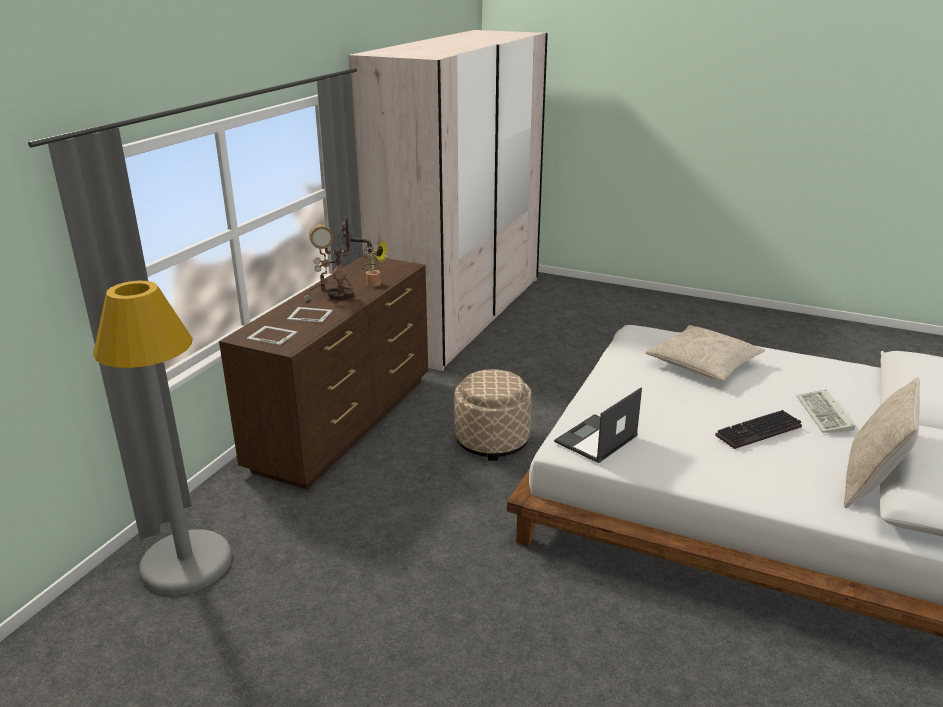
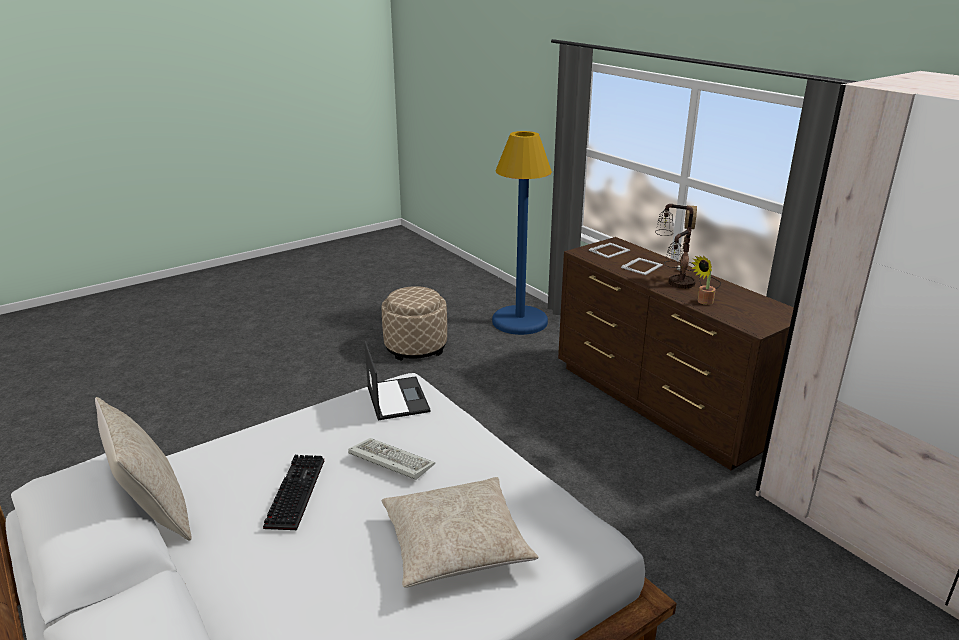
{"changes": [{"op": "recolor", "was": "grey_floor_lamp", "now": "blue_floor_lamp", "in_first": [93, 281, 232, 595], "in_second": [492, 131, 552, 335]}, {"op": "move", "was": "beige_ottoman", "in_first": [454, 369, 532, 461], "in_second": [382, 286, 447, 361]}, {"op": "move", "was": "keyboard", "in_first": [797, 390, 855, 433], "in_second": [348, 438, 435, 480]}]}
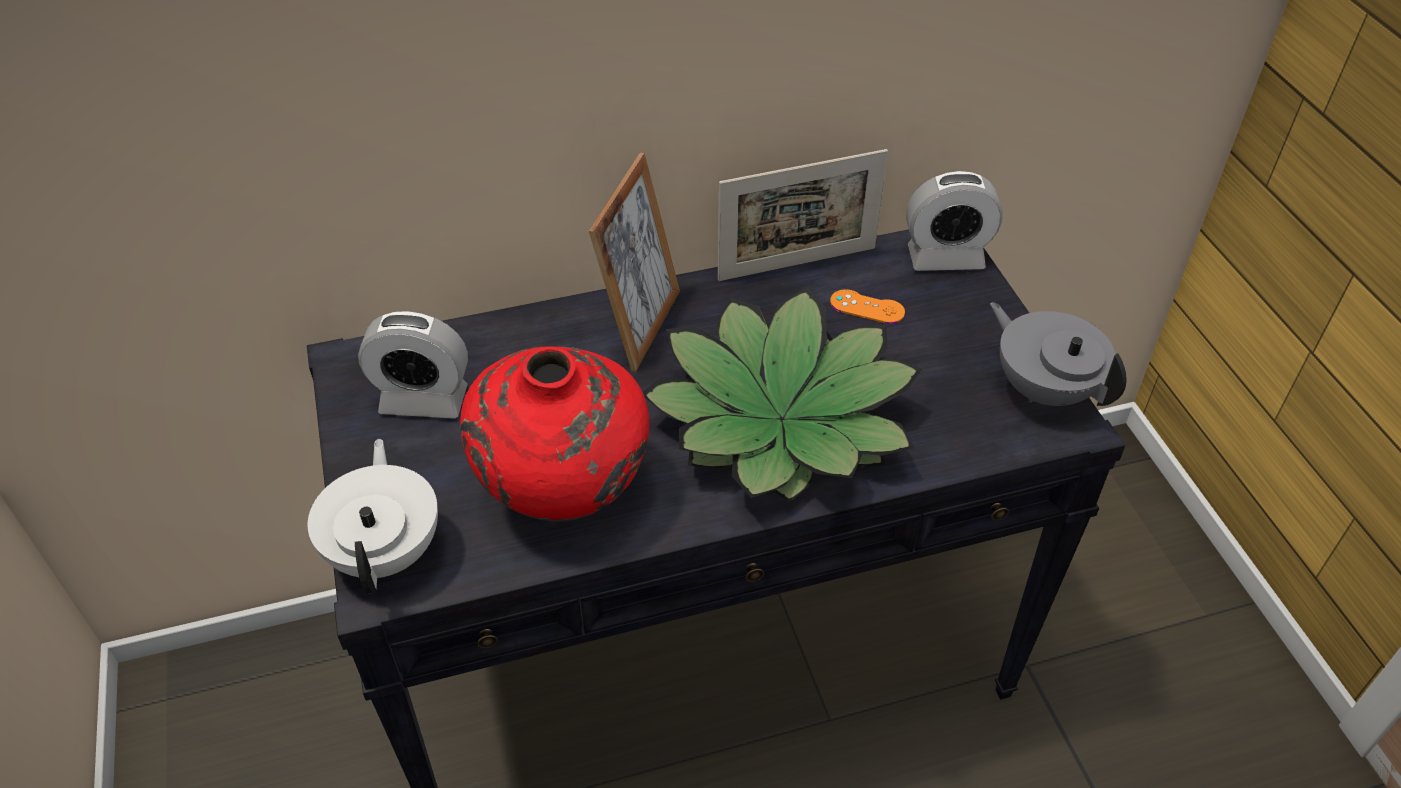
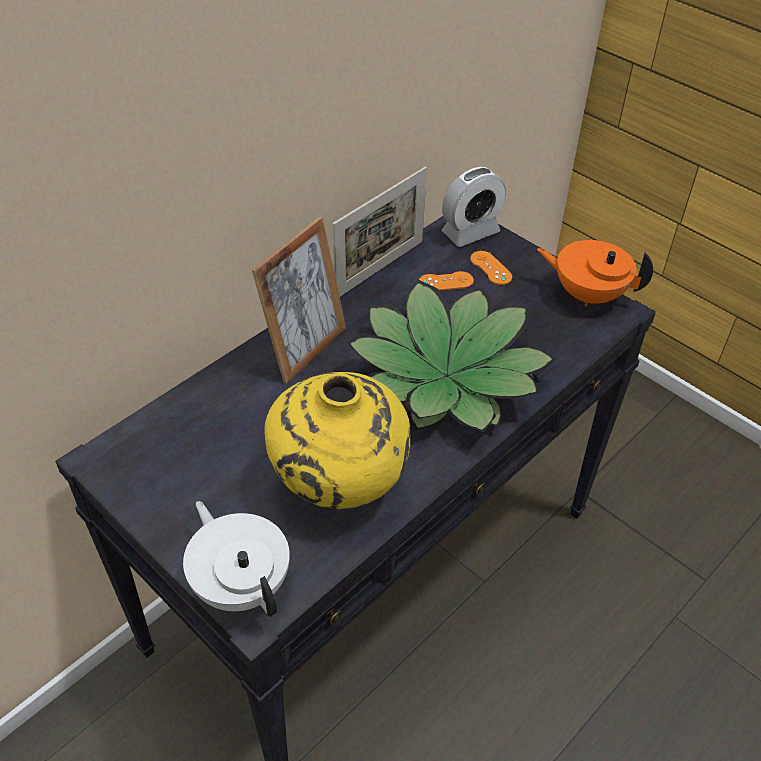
{"changes": [{"op": "rotate", "was": "picture_frame", "in_first": [589, 153, 680, 372], "in_second": [252, 217, 346, 384], "clockwise": 45}, {"op": "recolor", "was": "grey_teapot", "now": "orange_teapot", "in_first": [990, 302, 1127, 406], "in_second": [537, 240, 653, 307]}, {"op": "delete", "was": "alarm_clock", "in_first": [358, 311, 468, 418]}, {"op": "recolor", "was": "red_vase", "now": "yellow_vase", "in_first": [460, 346, 650, 522], "in_second": [264, 372, 411, 510]}, {"op": "insert", "now": "orange_game_controller", "in_second": [470, 251, 512, 285]}]}
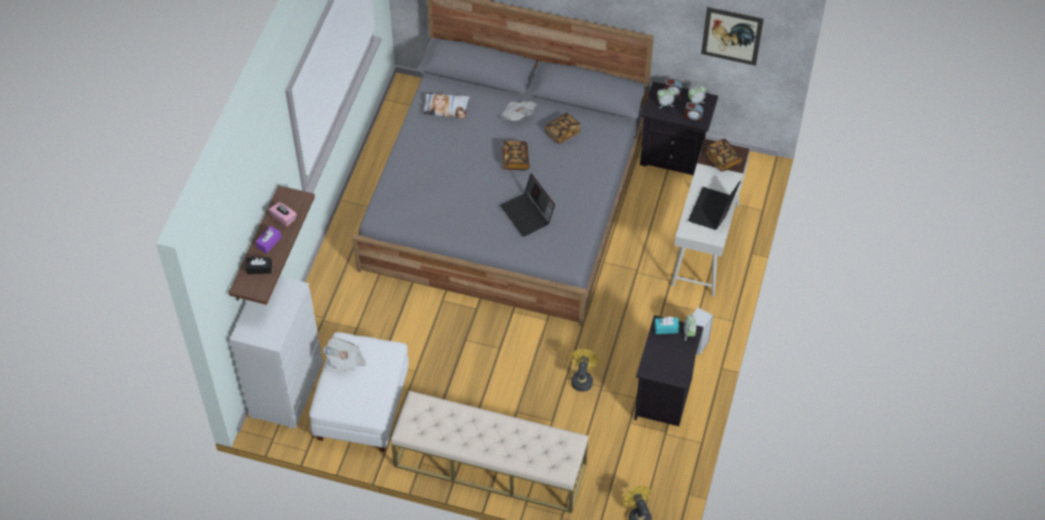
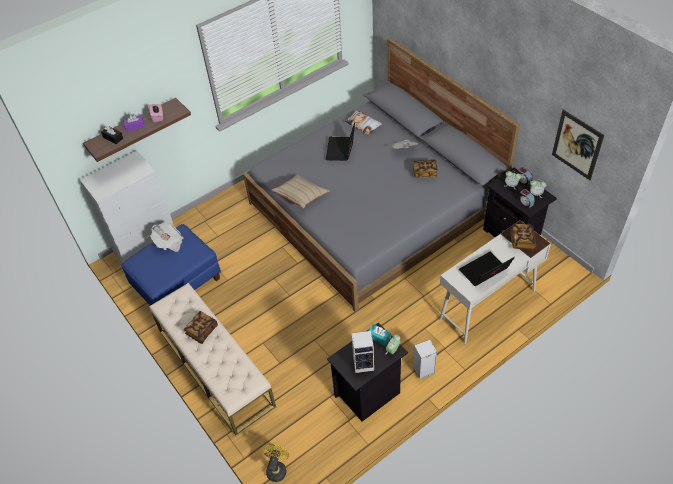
{"changes": [{"op": "move", "was": "book", "in_first": [502, 141, 530, 170], "in_second": [184, 311, 218, 344]}, {"op": "move", "was": "laptop", "in_first": [500, 174, 555, 237], "in_second": [326, 122, 355, 161]}, {"op": "recolor", "was": "white_ottoman", "now": "blue_ottoman", "in_first": [309, 332, 409, 452], "in_second": [121, 224, 221, 305]}, {"op": "delete", "was": "yellow_fan", "in_first": [570, 349, 599, 392]}, {"op": "insert", "now": "beige_pillow", "in_second": [272, 174, 330, 208]}, {"op": "insert", "now": "speaker", "in_second": [351, 331, 374, 373]}]}
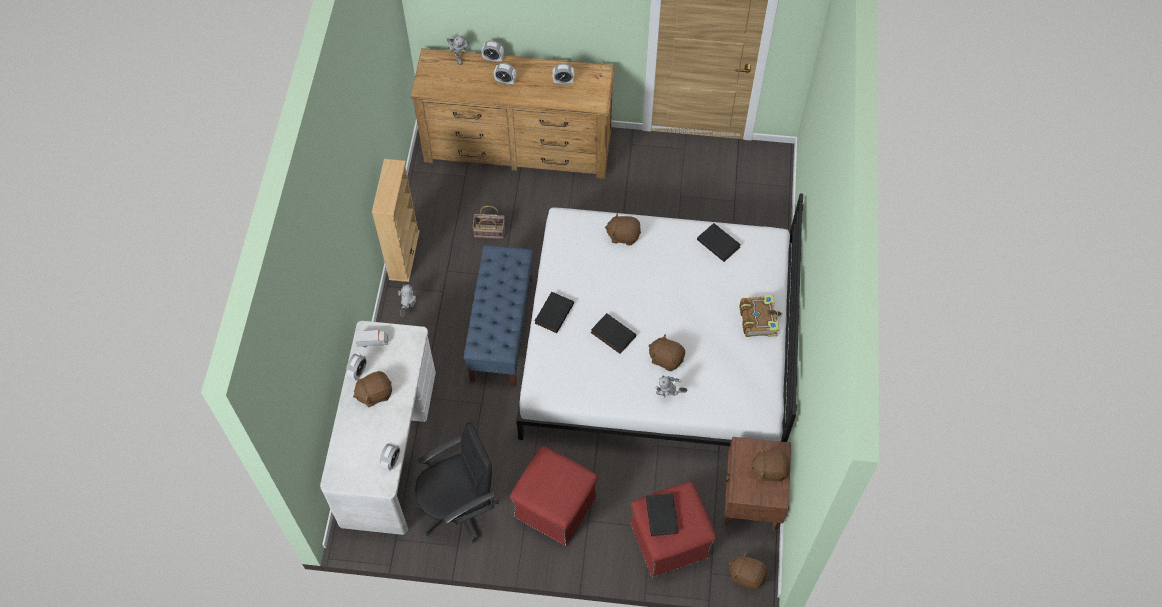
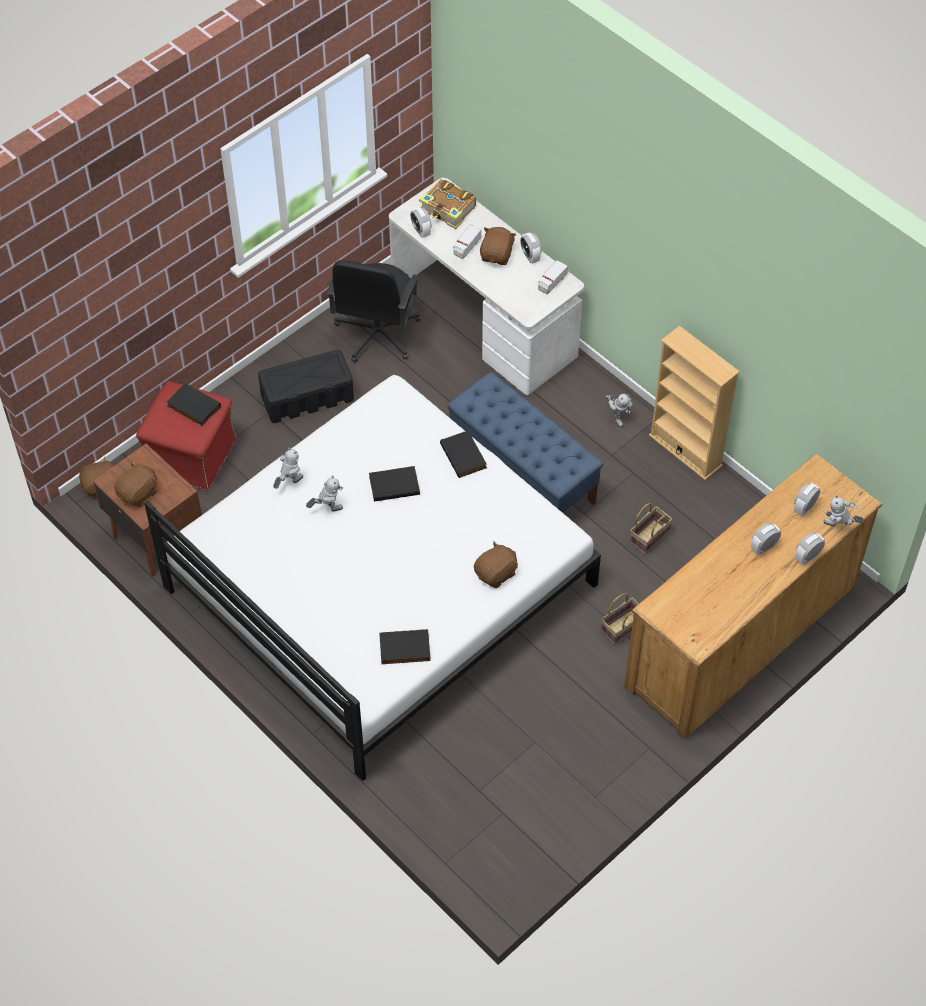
{"changes": [{"op": "move", "was": "alarm_clock", "in_first": [553, 63, 574, 84], "in_second": [794, 483, 820, 516]}, {"op": "move", "was": "book", "in_first": [739, 295, 783, 337], "in_second": [419, 179, 476, 229]}, {"op": "replace", "was": "brown_plush_toy", "now": "toy_robot", "in_first": [648, 334, 685, 371], "in_second": [306, 475, 343, 512]}, {"op": "replace", "was": "red_ottoman", "now": "black_storage_box", "in_first": [510, 446, 598, 546], "in_second": [258, 350, 354, 423]}, {"op": "insert", "now": "toy_truck", "in_second": [453, 225, 481, 259]}, {"op": "insert", "now": "basket", "in_second": [601, 593, 639, 645]}]}
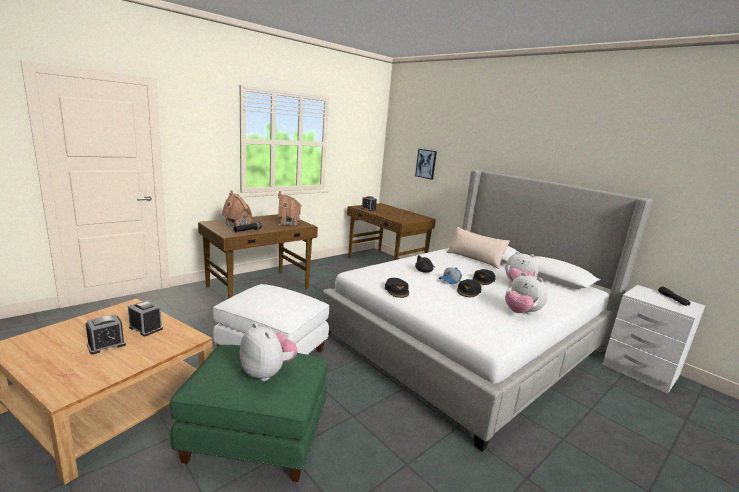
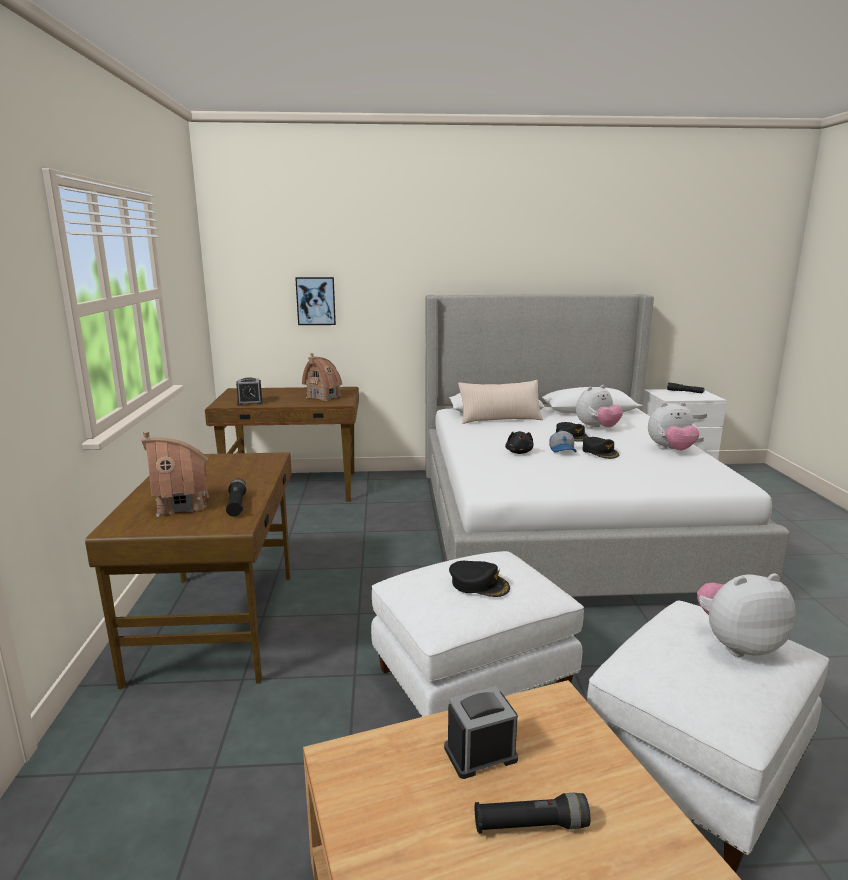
{"changes": [{"op": "move", "was": "toy_house", "in_first": [278, 191, 301, 226], "in_second": [302, 353, 342, 401]}, {"op": "move", "was": "black_cap", "in_first": [385, 278, 409, 298], "in_second": [449, 561, 510, 597]}, {"op": "replace", "was": "alarm_clock", "now": "black_flashlight", "in_first": [86, 314, 126, 355], "in_second": [475, 793, 590, 834]}, {"op": "recolor", "was": "green_ottoman", "now": "white_ottoman", "in_first": [170, 345, 328, 482], "in_second": [587, 600, 829, 873]}]}
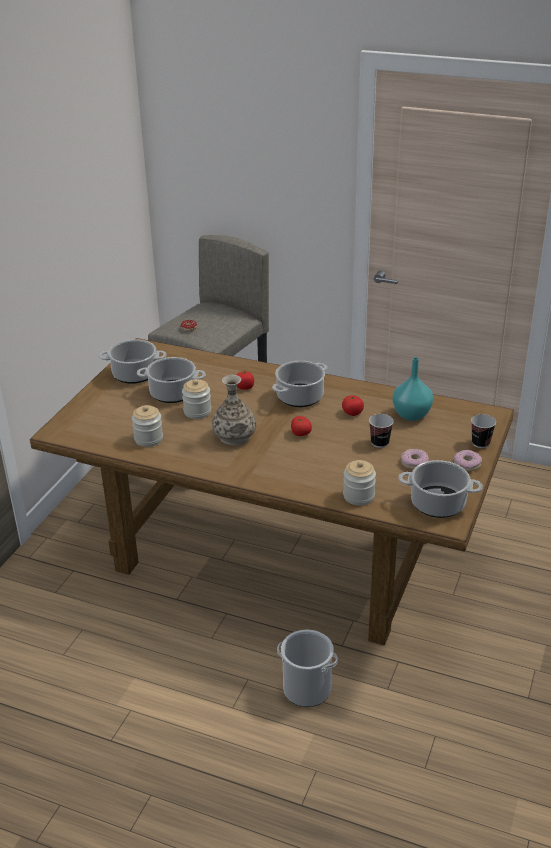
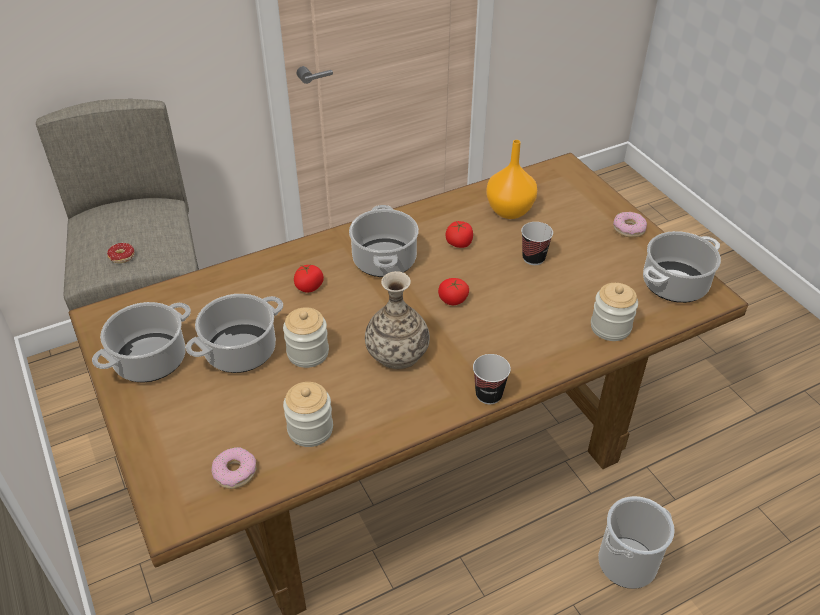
{"changes": [{"op": "recolor", "was": "turquoise_vase", "now": "orange_vase", "in_first": [393, 357, 433, 421], "in_second": [486, 140, 537, 219]}, {"op": "move", "was": "cup", "in_first": [471, 414, 496, 448], "in_second": [473, 354, 511, 404]}, {"op": "move", "was": "donut", "in_first": [401, 449, 429, 470], "in_second": [211, 447, 256, 489]}]}
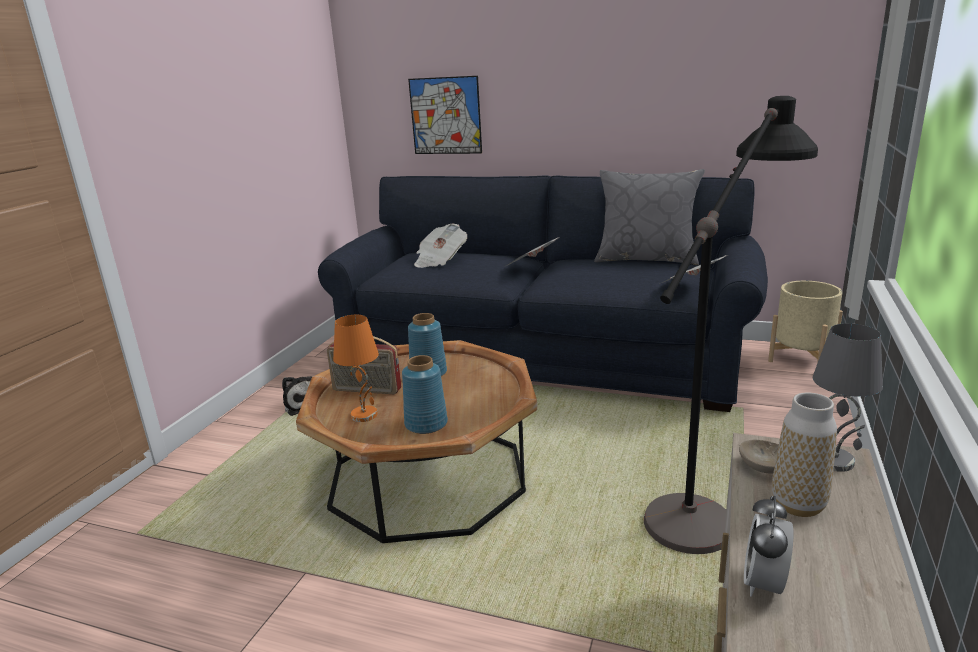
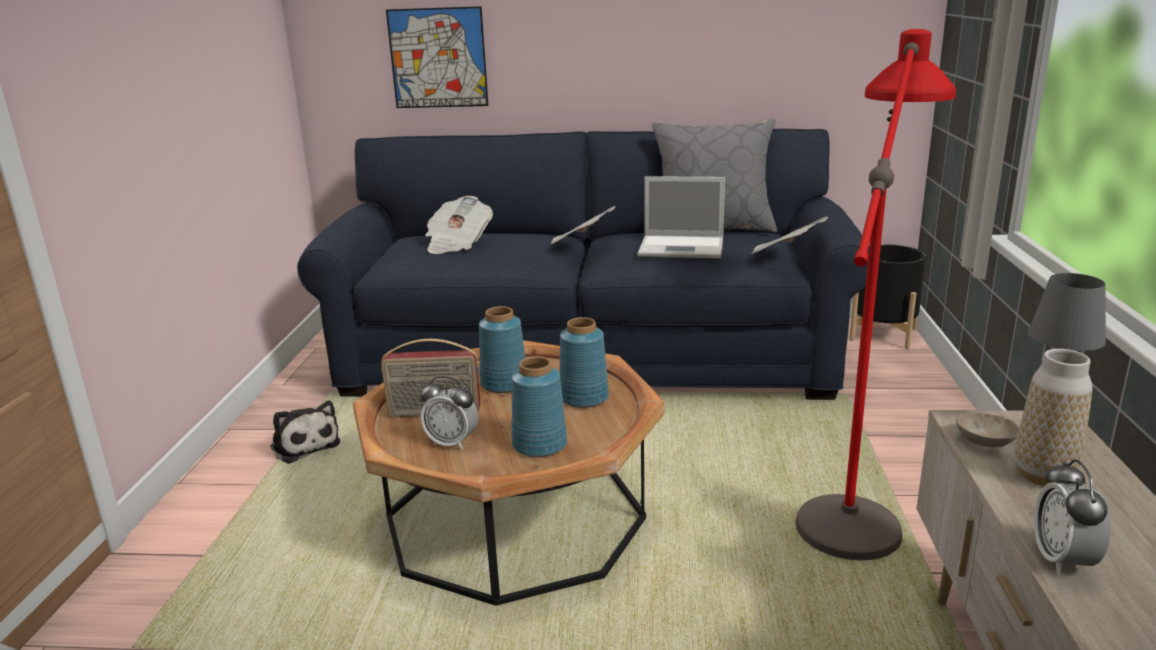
{"changes": [{"op": "recolor", "was": "black_floor_lamp", "now": "red_floor_lamp", "in_first": [644, 96, 818, 554], "in_second": [795, 29, 956, 560]}, {"op": "recolor", "was": "beige_planter", "now": "black_planter", "in_first": [768, 281, 843, 363], "in_second": [849, 244, 926, 349]}, {"op": "replace", "was": "orange_table_lamp", "now": "alarm_clock", "in_first": [333, 315, 379, 422], "in_second": [420, 376, 478, 450]}, {"op": "insert", "now": "laptop", "in_second": [637, 176, 725, 258]}, {"op": "insert", "now": "blue_vase", "in_second": [559, 317, 609, 408]}]}
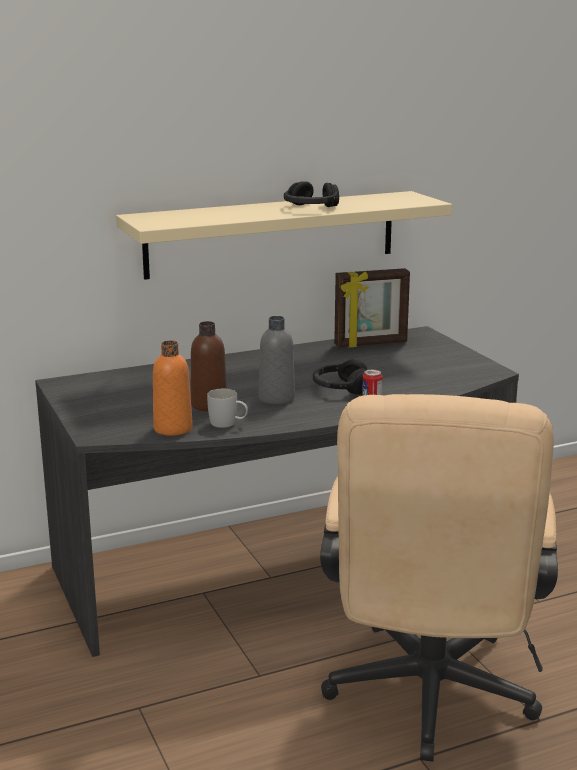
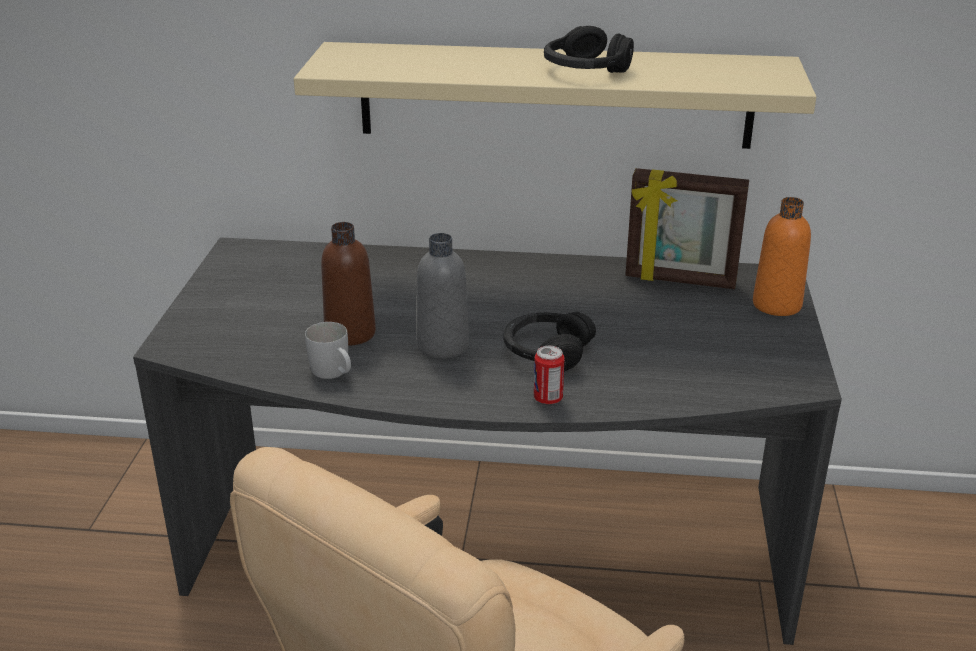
{"changes": [{"op": "move", "was": "orange_bottle", "in_first": [153, 341, 193, 436], "in_second": [753, 197, 811, 316]}]}
